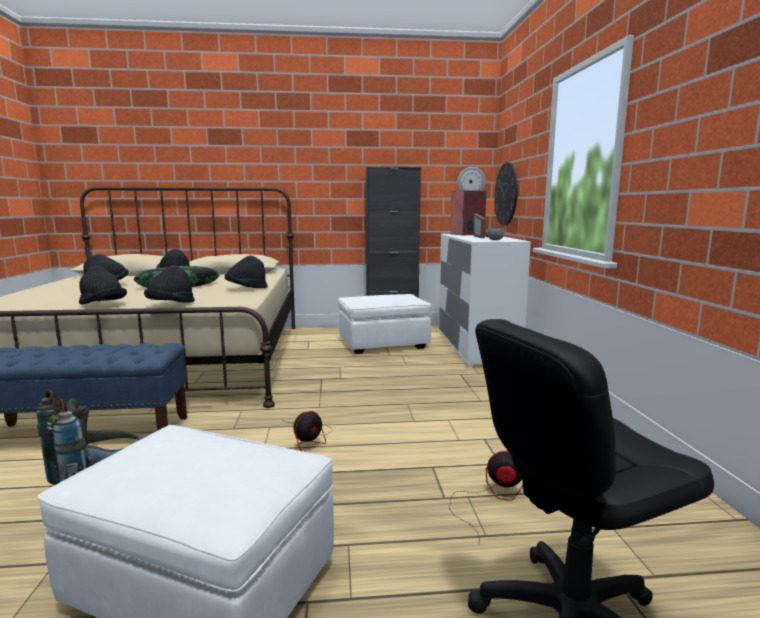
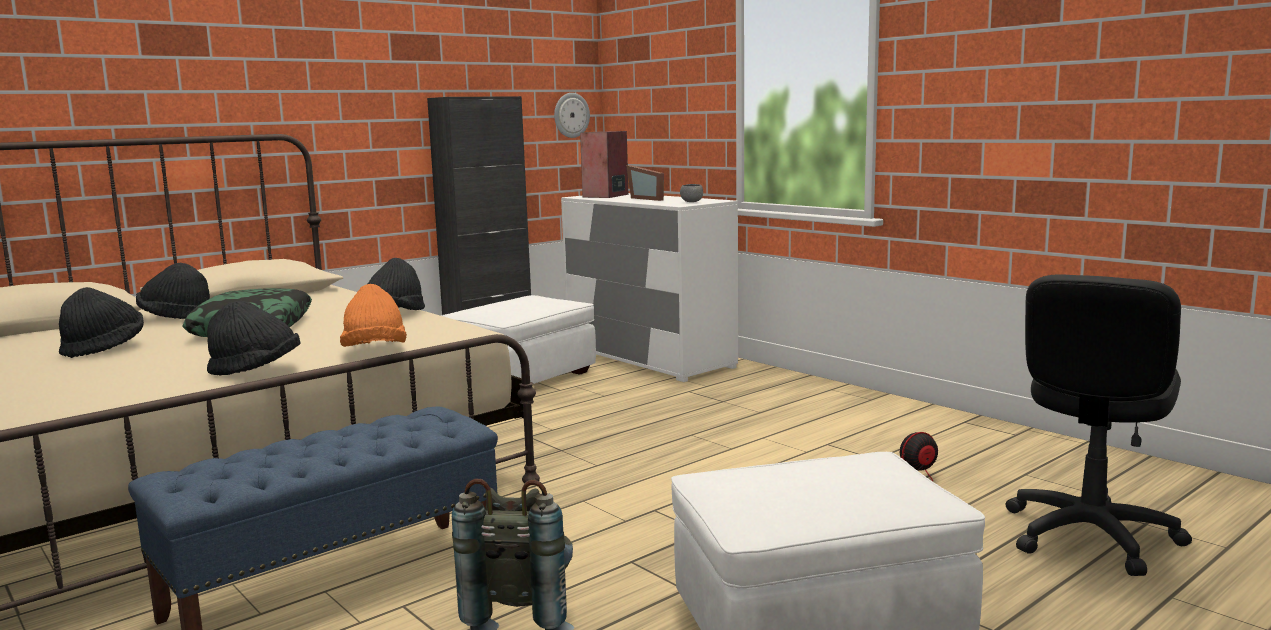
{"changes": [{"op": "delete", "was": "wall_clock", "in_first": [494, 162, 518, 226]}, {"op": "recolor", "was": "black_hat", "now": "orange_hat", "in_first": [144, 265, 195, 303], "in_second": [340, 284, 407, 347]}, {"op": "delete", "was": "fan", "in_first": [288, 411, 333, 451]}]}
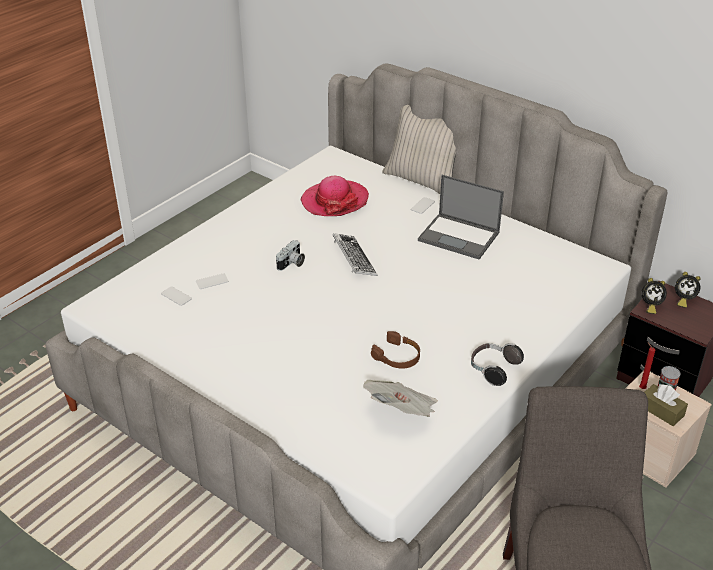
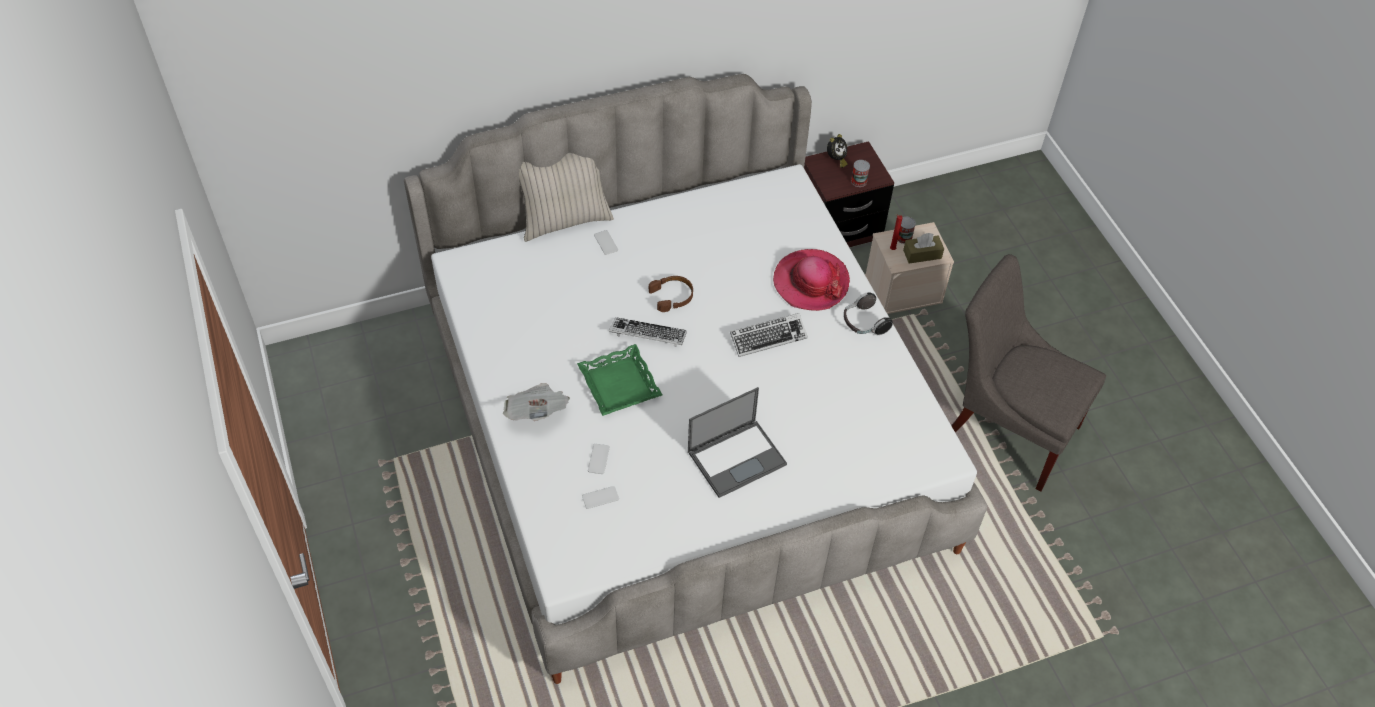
{"changes": [{"op": "move", "was": "laptop", "in_first": [418, 175, 504, 259], "in_second": [688, 387, 787, 498]}, {"op": "move", "was": "hat", "in_first": [301, 176, 369, 216], "in_second": [773, 249, 850, 311]}, {"op": "replace", "was": "photo_camera", "now": "green_tray", "in_first": [276, 240, 305, 271], "in_second": [577, 344, 662, 416]}, {"op": "delete", "was": "alarm_clock", "in_first": [641, 278, 667, 314]}, {"op": "move", "was": "brown_headphones", "in_first": [371, 331, 420, 369], "in_second": [649, 276, 693, 312]}, {"op": "move", "was": "newspaper", "in_first": [363, 380, 438, 417], "in_second": [503, 383, 570, 421]}, {"op": "insert", "now": "can", "in_second": [851, 160, 870, 187]}, {"op": "insert", "now": "keyboard", "in_second": [730, 313, 808, 357]}]}
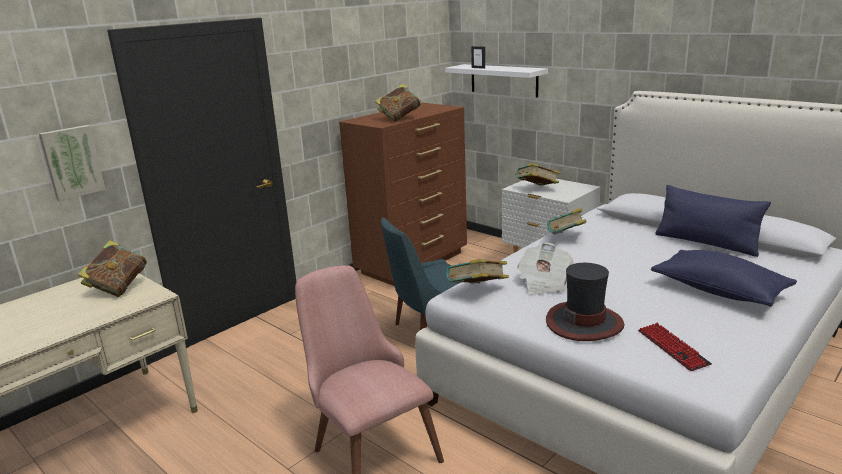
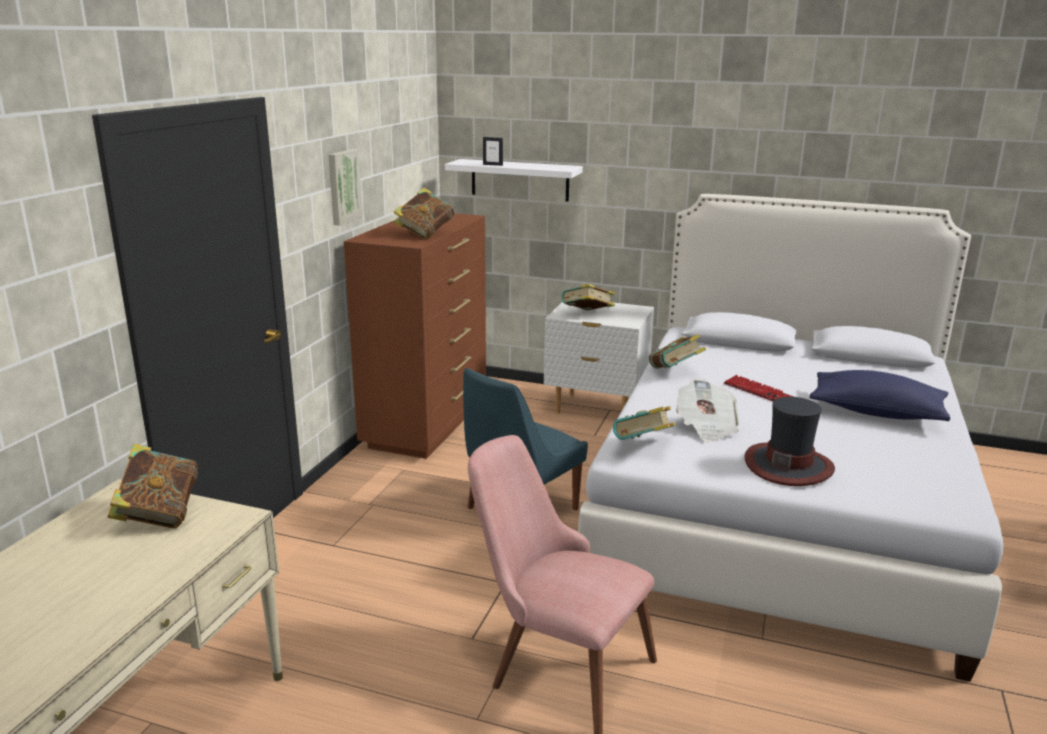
{"changes": [{"op": "move", "was": "picture", "in_first": [39, 125, 106, 201], "in_second": [328, 149, 362, 226]}, {"op": "delete", "was": "blue_pillow", "in_first": [655, 185, 771, 257]}, {"op": "move", "was": "keyboard", "in_first": [638, 323, 712, 371], "in_second": [724, 375, 794, 401]}]}
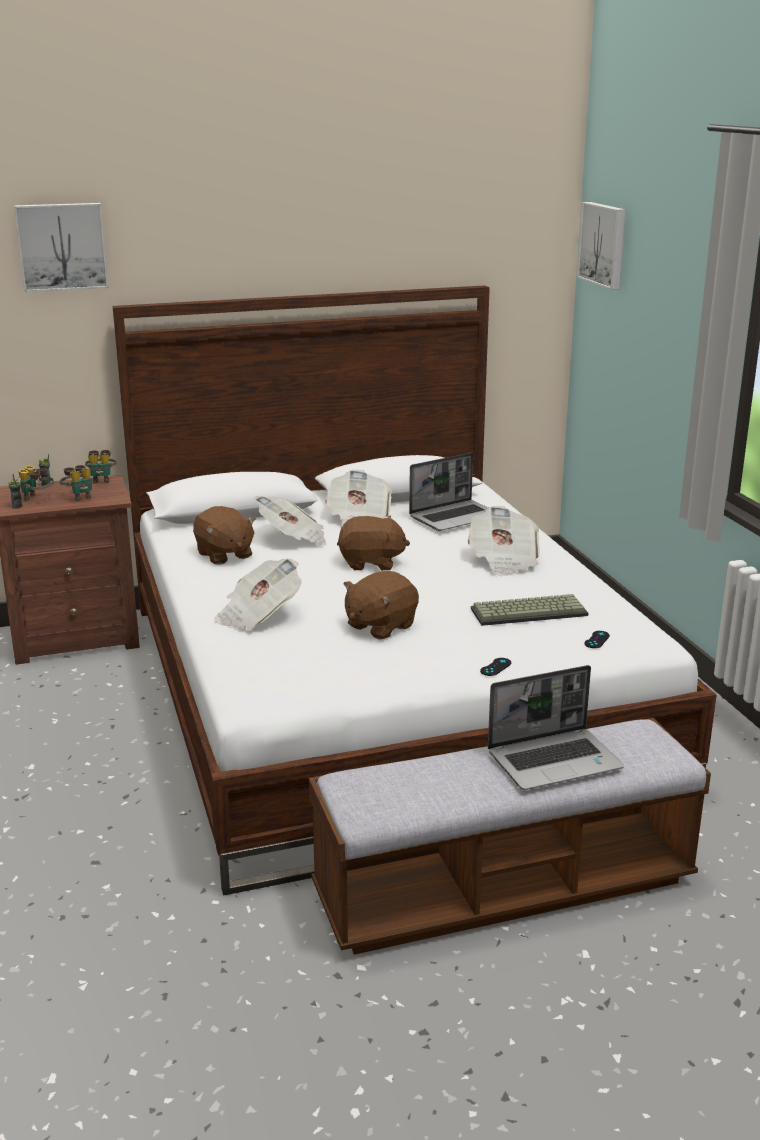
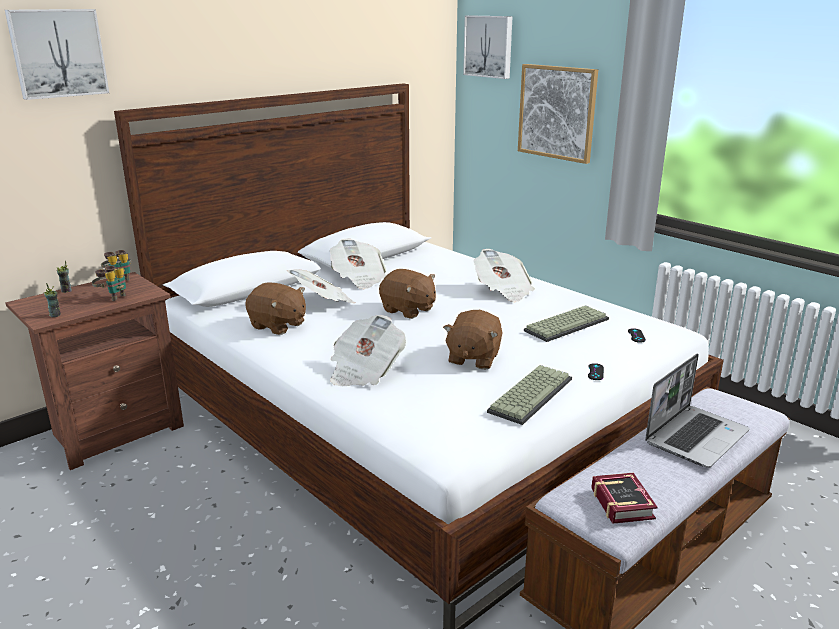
{"changes": [{"op": "delete", "was": "laptop", "in_first": [409, 453, 489, 531]}, {"op": "delete", "was": "binoculars", "in_first": [18, 466, 54, 501]}, {"op": "rotate", "was": "brown_plush_toy", "in_first": [337, 515, 410, 570], "in_second": [379, 269, 436, 319], "clockwise": 60}, {"op": "insert", "now": "picture", "in_second": [518, 64, 598, 164]}, {"op": "insert", "now": "keyboard", "in_second": [487, 365, 572, 425]}, {"op": "insert", "now": "book", "in_second": [591, 473, 657, 524]}]}
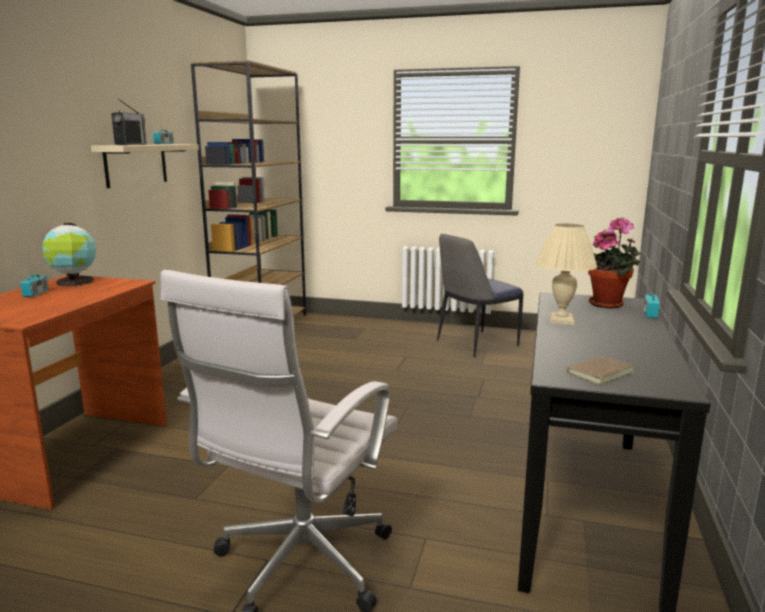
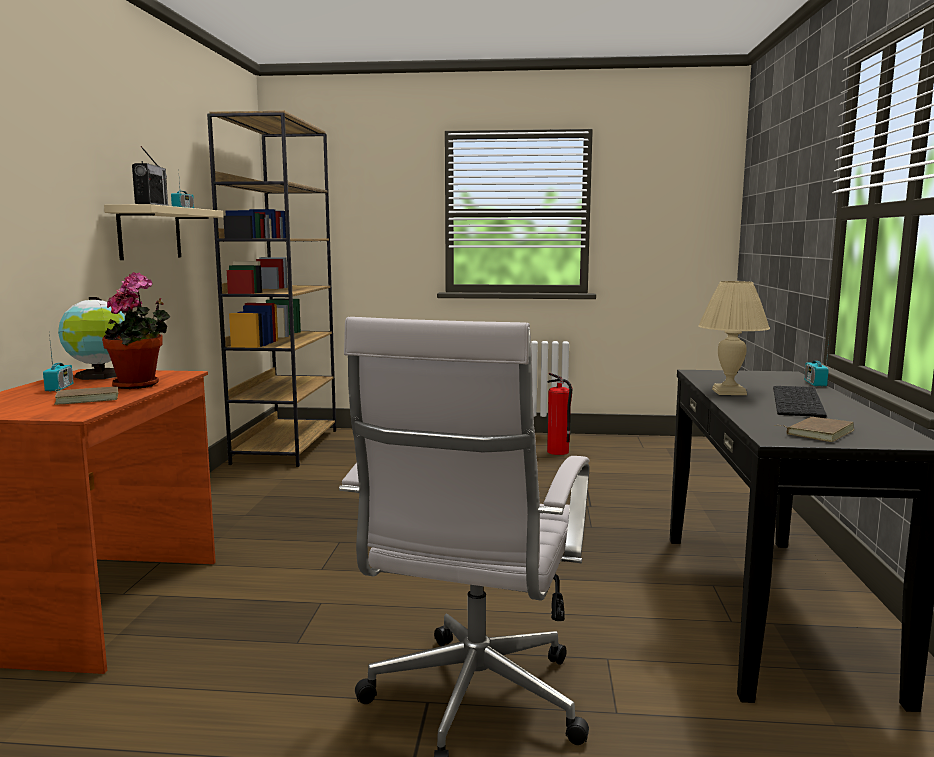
{"changes": [{"op": "move", "was": "potted_plant", "in_first": [588, 217, 640, 309], "in_second": [102, 272, 170, 389]}, {"op": "replace", "was": "chair", "now": "fire_extinguisher", "in_first": [437, 234, 524, 357], "in_second": [547, 373, 573, 455]}, {"op": "insert", "now": "keyboard", "in_second": [773, 386, 827, 418]}, {"op": "insert", "now": "brown_book", "in_second": [54, 387, 118, 405]}]}
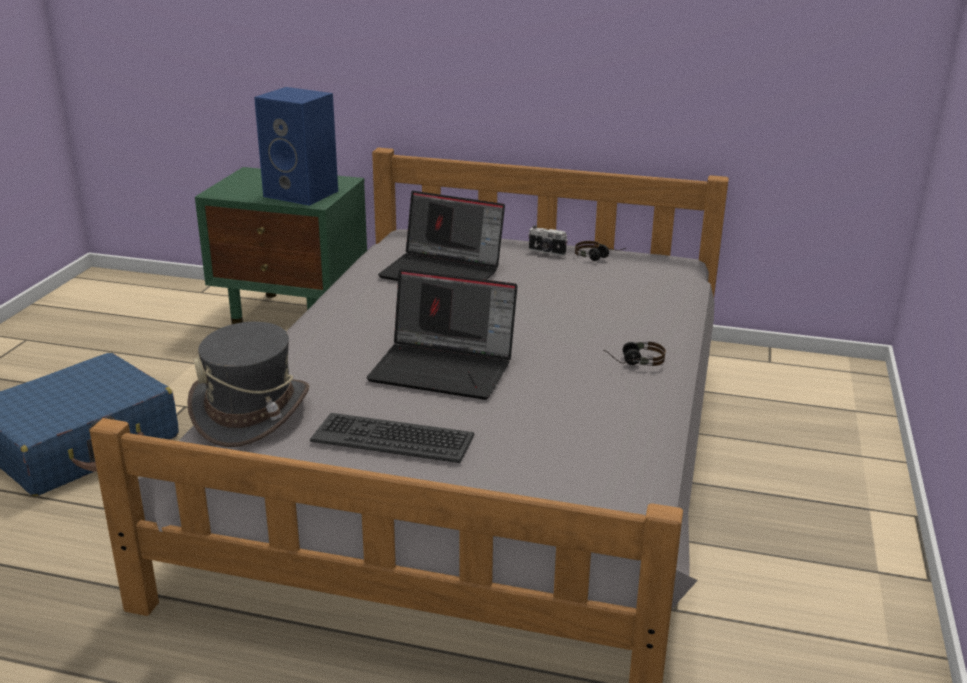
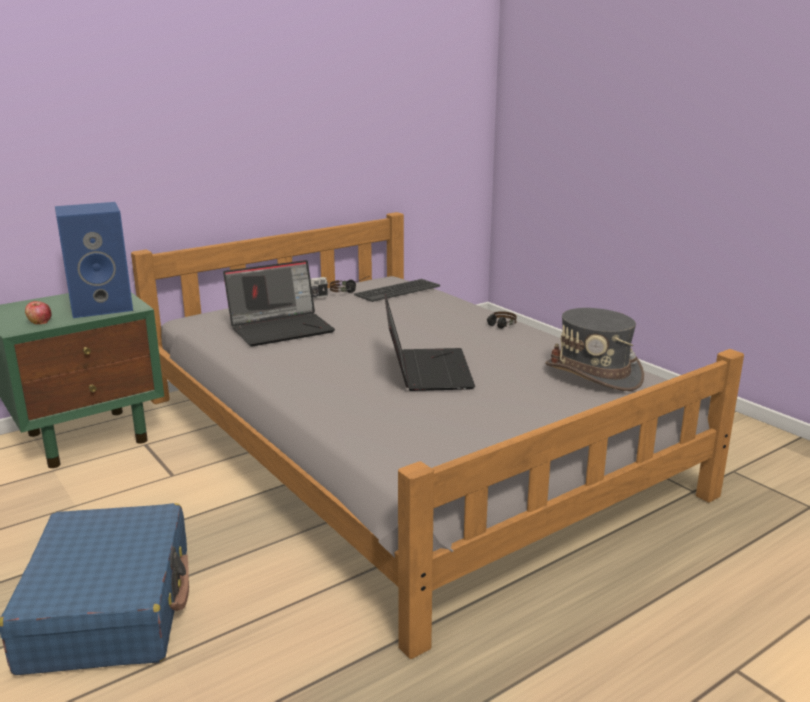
{"changes": [{"op": "rotate", "was": "laptop", "in_first": [367, 269, 518, 400], "in_second": [384, 295, 475, 391], "clockwise": -60}, {"op": "move", "was": "grey_hat", "in_first": [187, 321, 309, 447], "in_second": [545, 308, 644, 391]}, {"op": "move", "was": "keyboard", "in_first": [310, 413, 475, 463], "in_second": [354, 279, 440, 302]}, {"op": "insert", "now": "apple", "in_second": [25, 301, 52, 324]}]}
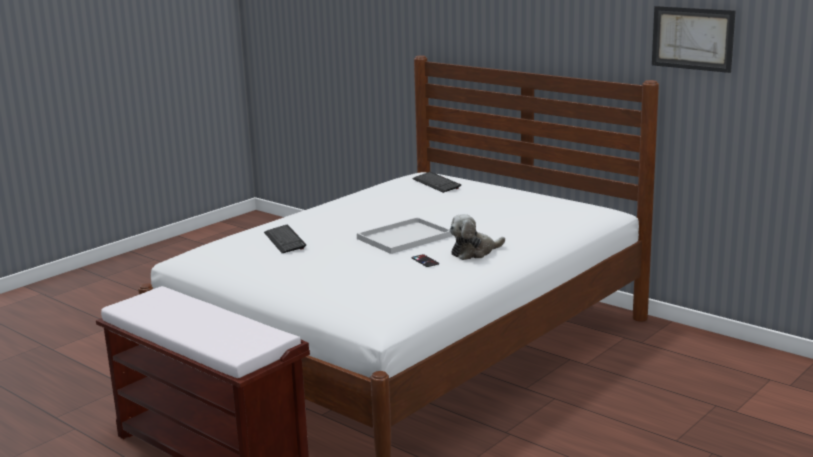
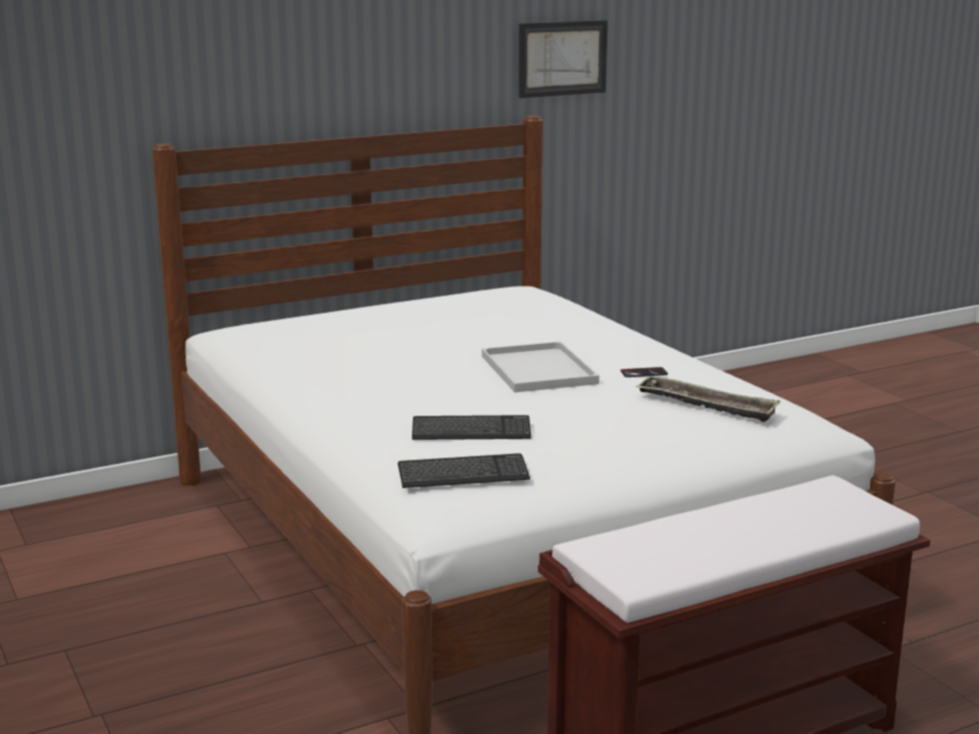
{"changes": [{"op": "move", "was": "keyboard", "in_first": [412, 172, 461, 193], "in_second": [398, 453, 530, 488]}, {"op": "delete", "was": "plush_toy", "in_first": [449, 214, 505, 260]}, {"op": "insert", "now": "tray", "in_second": [636, 376, 780, 422]}]}
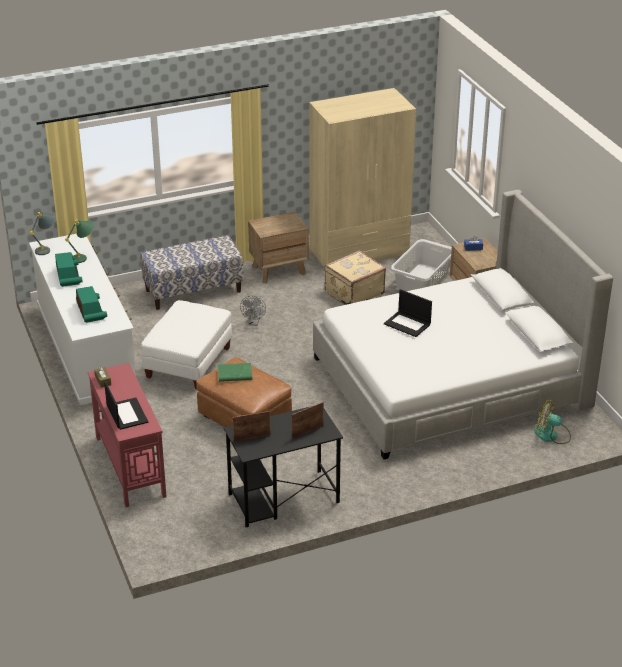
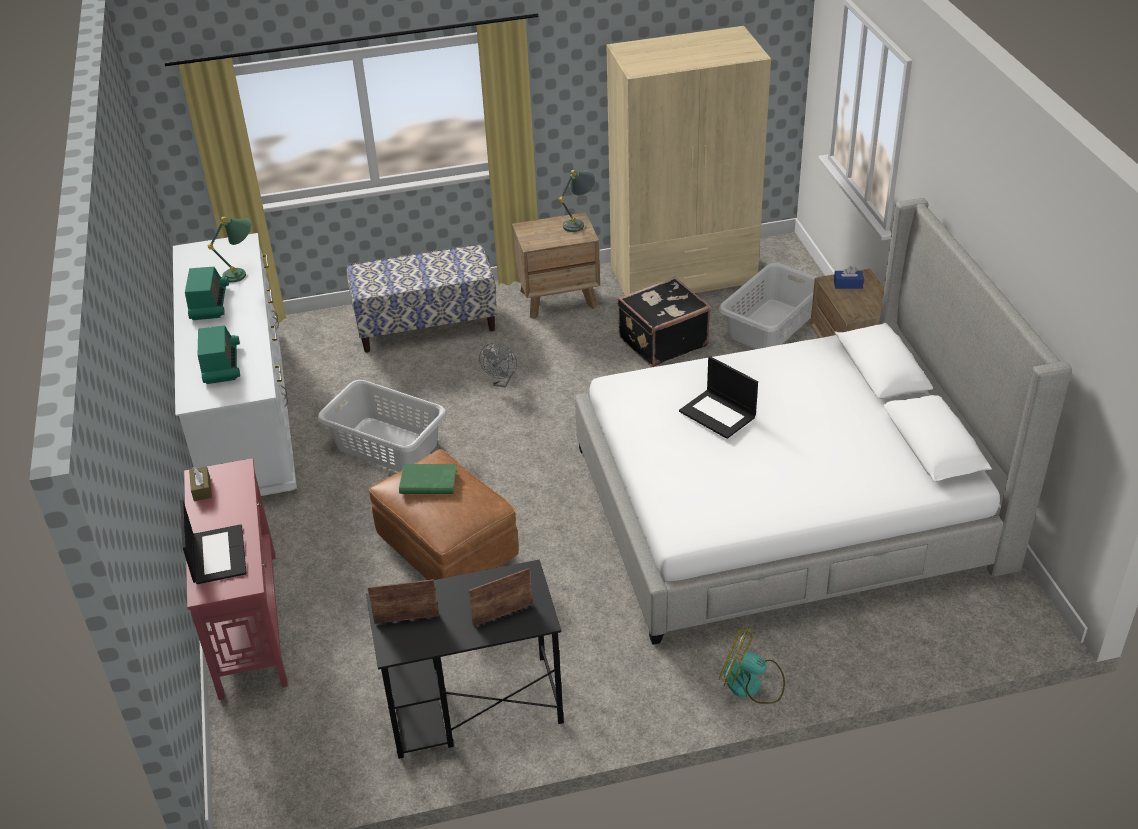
{"changes": [{"op": "move", "was": "grey_table_lamp", "in_first": [30, 212, 56, 255], "in_second": [558, 170, 595, 232]}, {"op": "recolor", "was": "beige_suitcase", "now": "black_suitcase", "in_first": [325, 250, 386, 305], "in_second": [618, 277, 711, 367]}, {"op": "replace", "was": "white_ottoman", "now": "grey_laundry_basket", "in_first": [141, 300, 232, 389], "in_second": [318, 380, 447, 472]}, {"op": "move", "was": "fan", "in_first": [534, 399, 571, 444], "in_second": [719, 626, 785, 704]}]}
